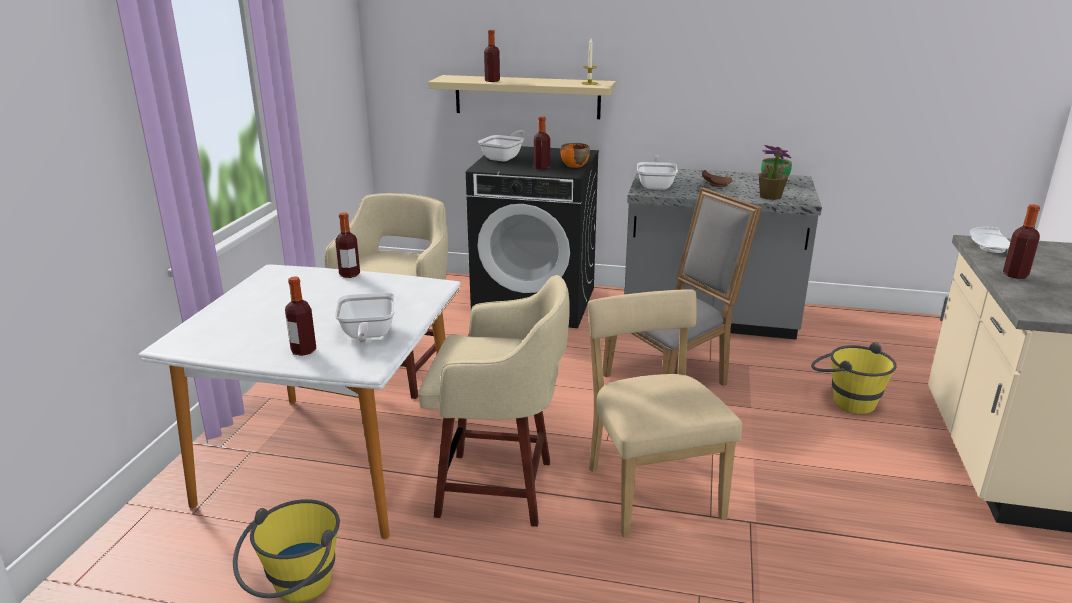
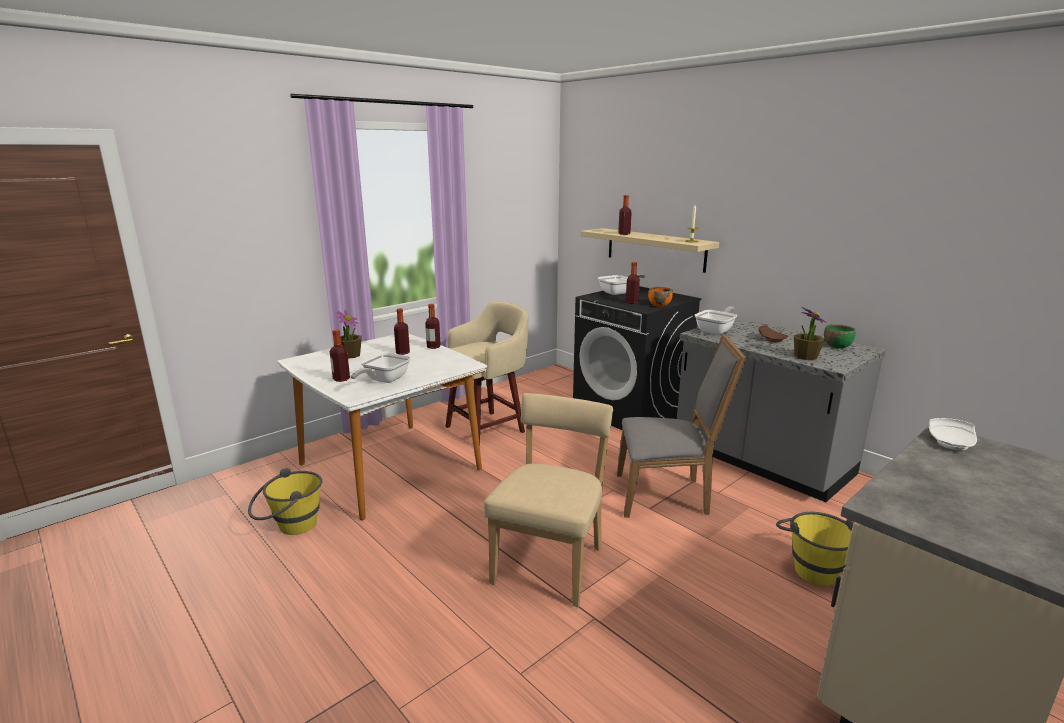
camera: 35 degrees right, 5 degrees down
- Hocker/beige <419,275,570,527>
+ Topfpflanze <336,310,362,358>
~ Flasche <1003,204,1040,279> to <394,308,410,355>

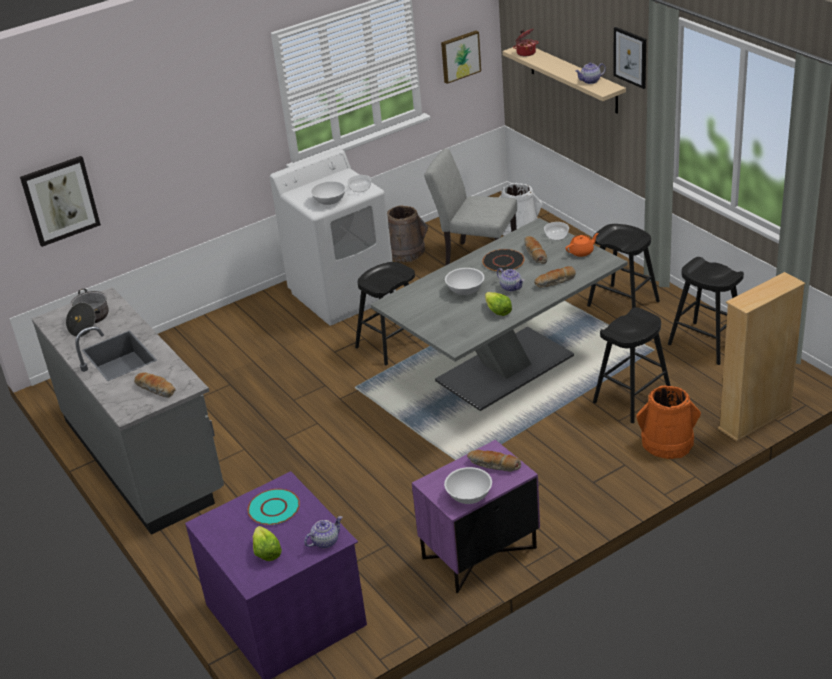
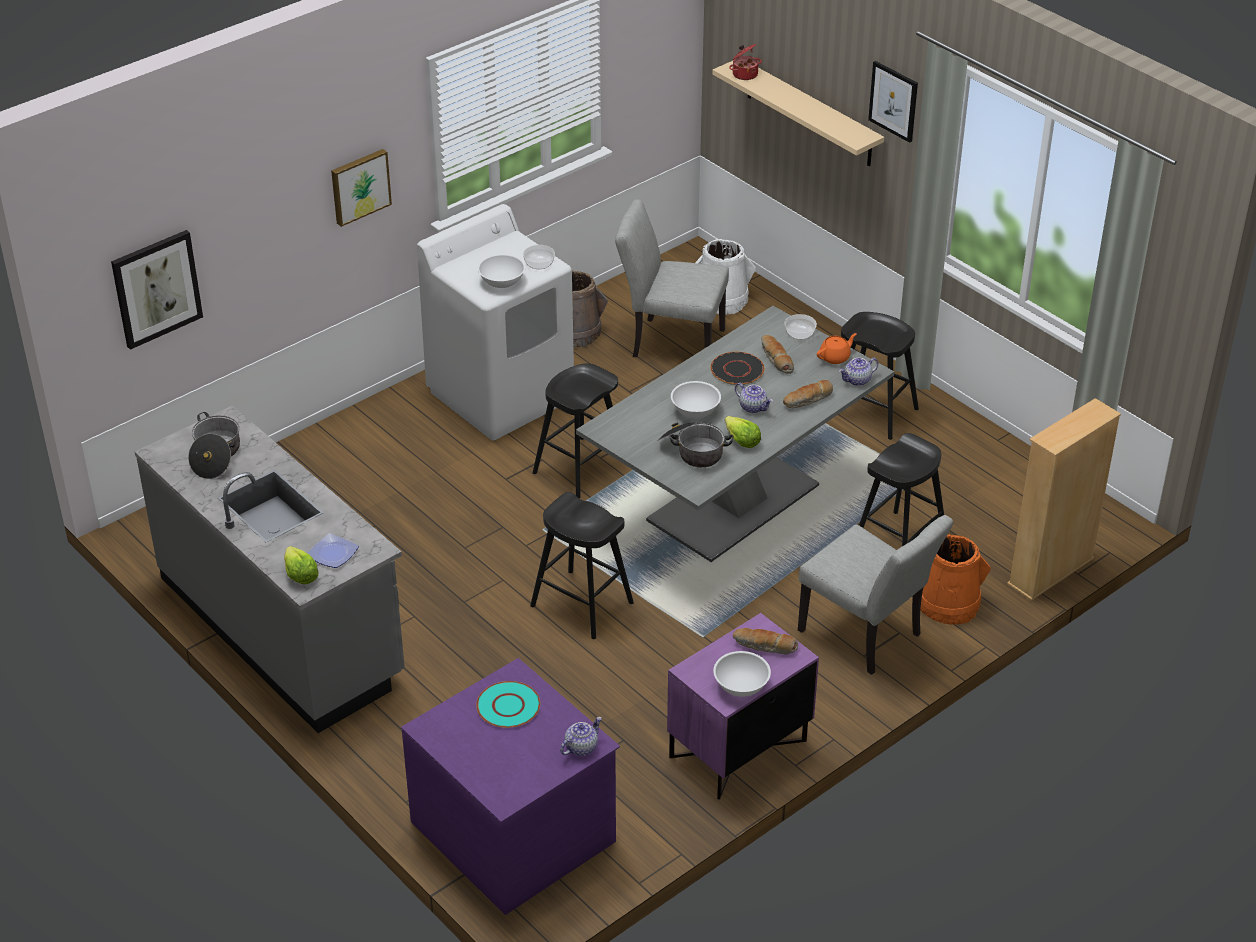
camera: 10 degrees left, 5 degrees up
+ Kochtopf <658,422,734,467>
+ Stuhl/grau <798,515,953,675>
~ Salatkopf <253,526,282,561> to <284,546,319,585>
~ Bild <441,31,481,84> to <331,149,392,227>
~ Teekanne <575,62,606,84> to <839,357,879,386>
~ Hocker/schwarz <668,257,744,365> to <530,492,634,639>
~ Brot <134,372,175,398> to Teller <308,533,359,568>

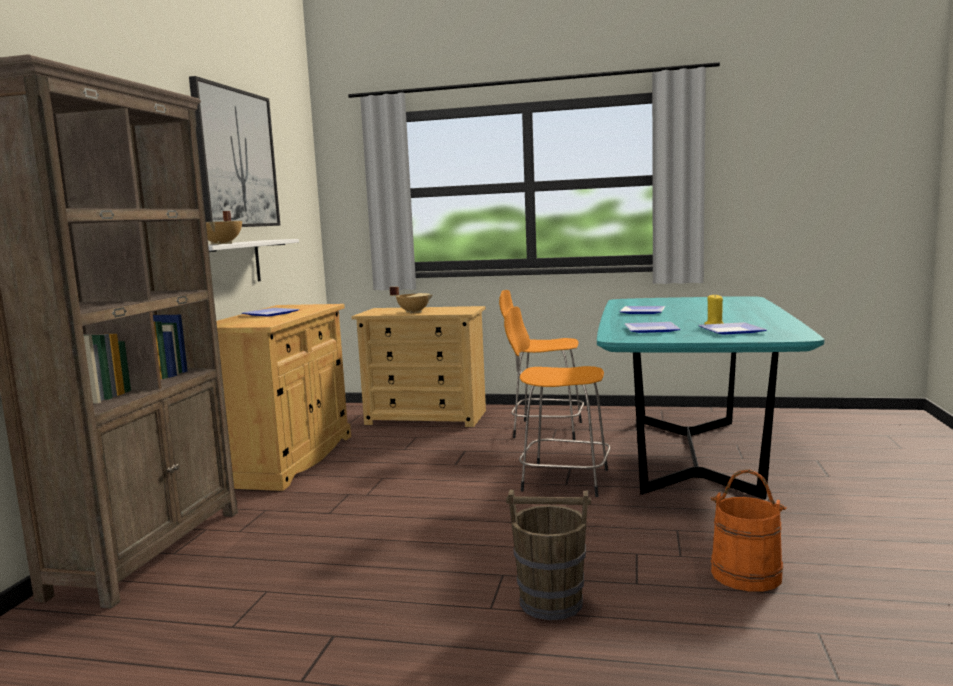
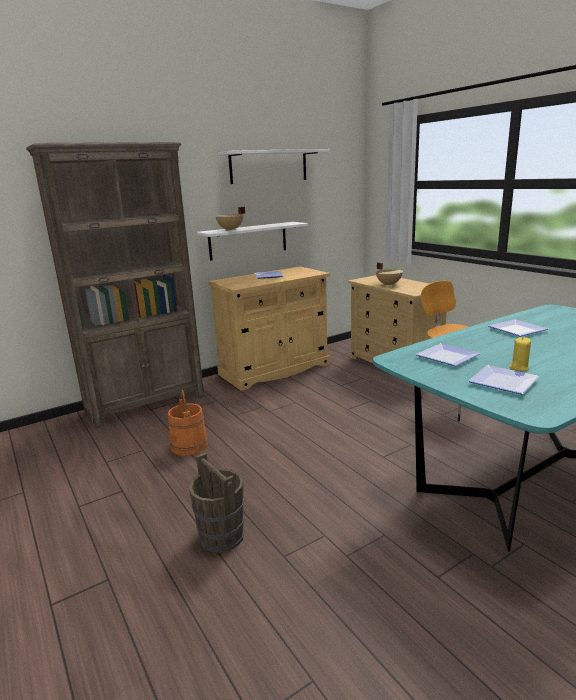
camera: 45 degrees right, 10 degrees up
- Hocker/orange <504,307,610,497>
~ Eimer/orange <711,469,787,592> to <168,389,208,456>
~ Bild <189,76,280,227> to Wandregal/weiß <218,149,330,184>

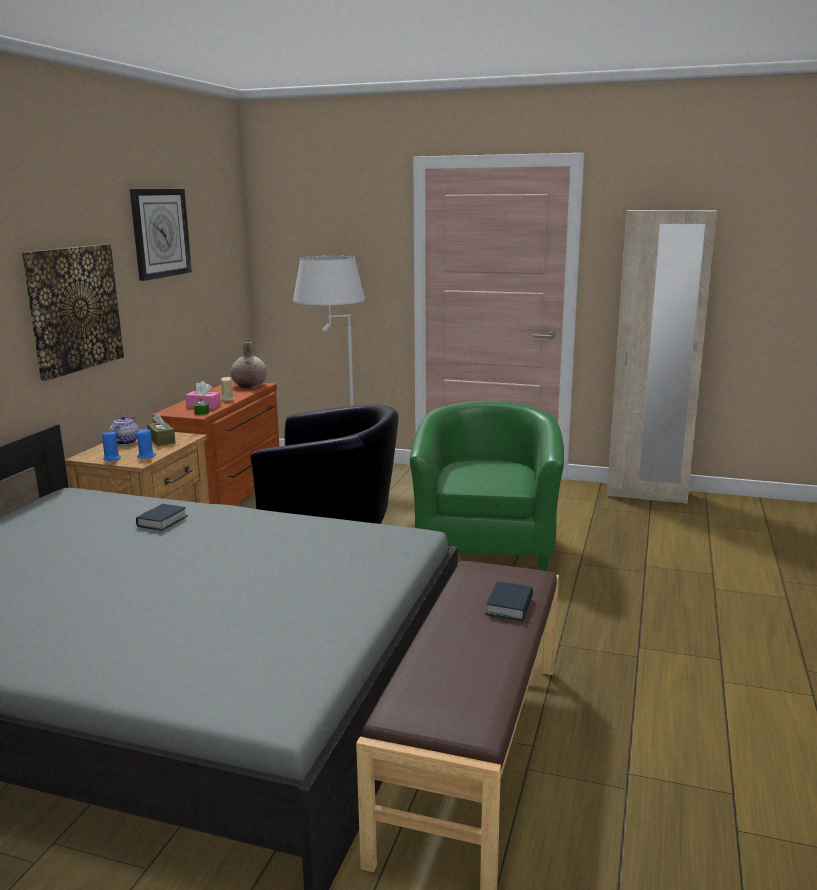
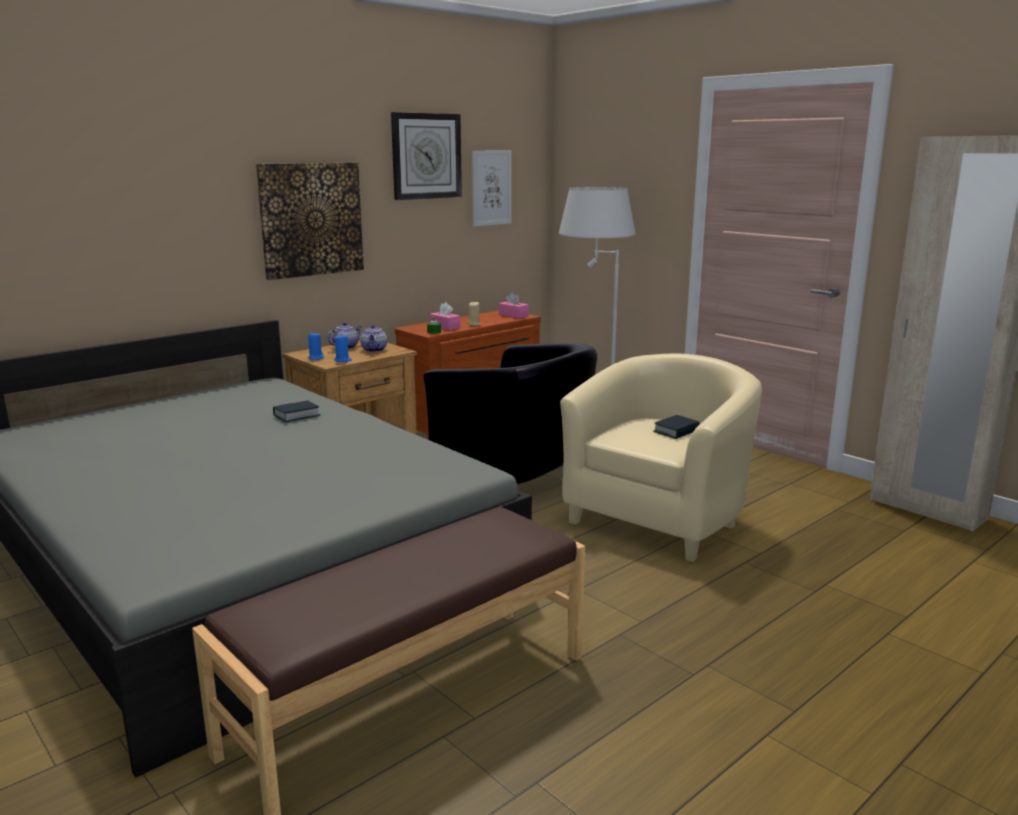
camera: 30 degrees right, 0 degrees up
+ Bild <472,151,512,227>
~ Buch <485,581,533,621> to <653,415,700,439>
~ Taschentuchbox/braun <147,413,176,446> to Teekanne <360,325,387,352>
~ Vase/beige <231,341,267,388> to Taschentuchbox/rosa <499,292,529,318>
~ Sessel/grün <410,401,564,571> to Sessel/beige <560,354,762,562>

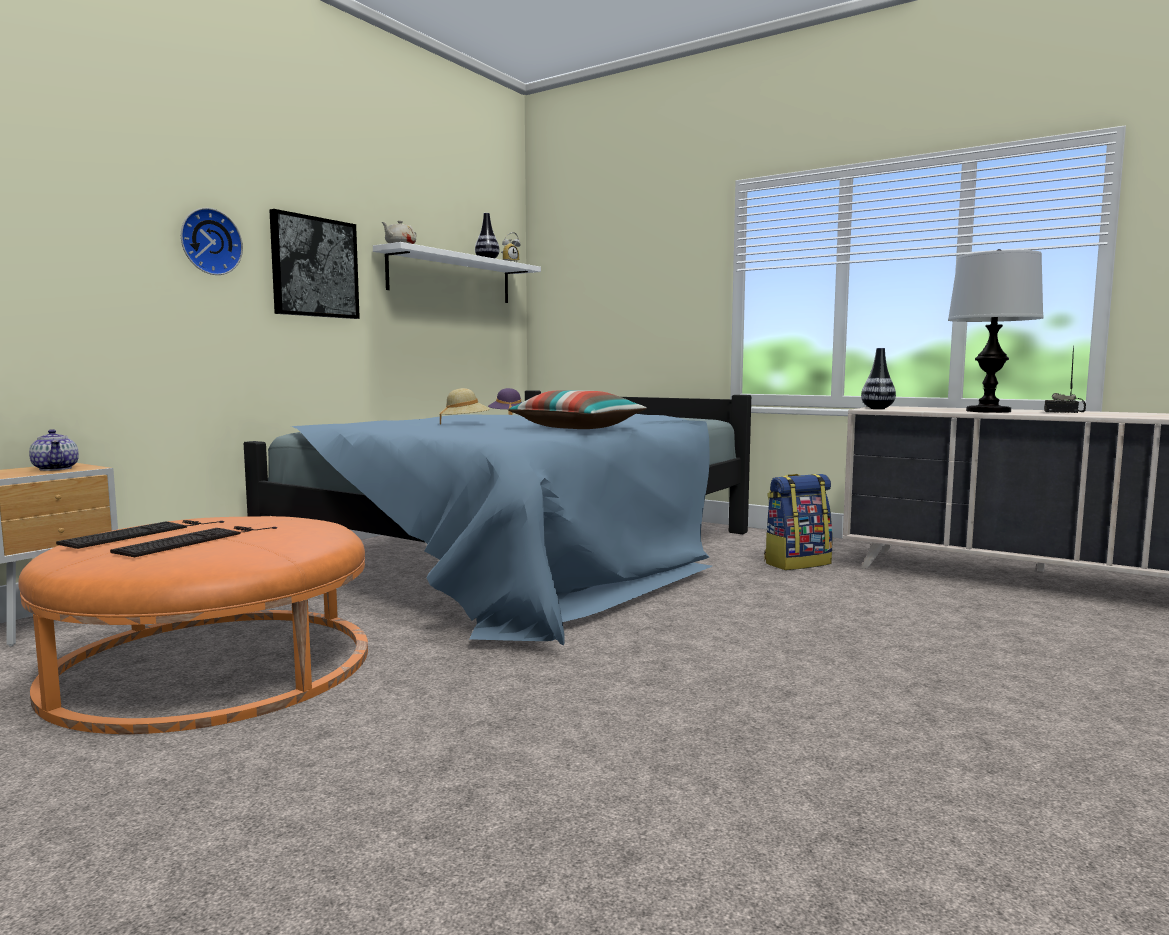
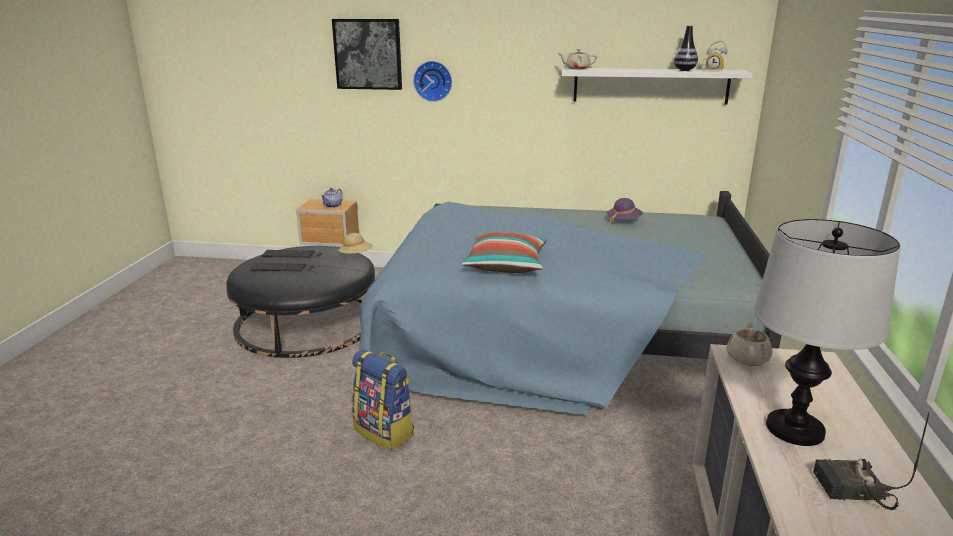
camera: 65 degrees right, 15 degrees up
~ Bild <269,209,360,319> to <332,19,402,90>
~ Hut/beige <439,388,490,425> to <338,233,373,254>
~ Rucksack <764,474,833,570> to <352,349,414,451>
~ Vase <861,348,896,409> to Teekanne/beige <726,320,772,366>
~ Polsterhocker/orange <18,516,368,734> to Polsterhocker/schwarz <226,246,375,358>

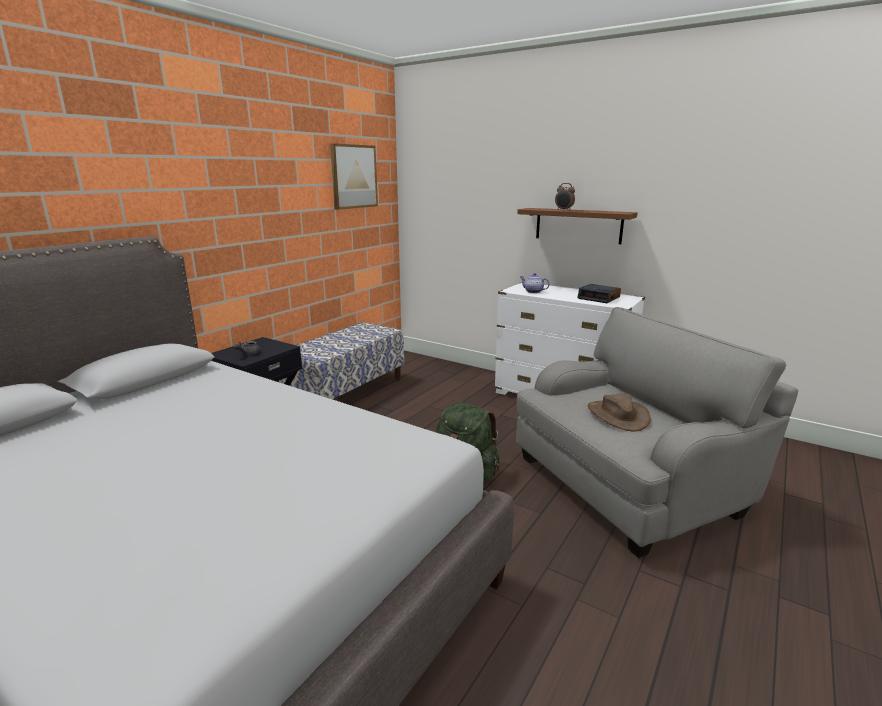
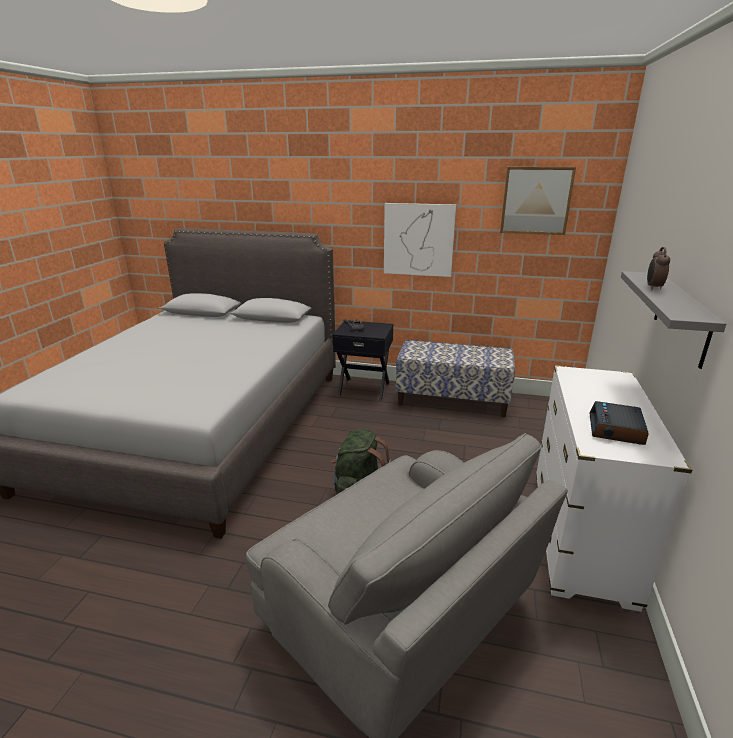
camera: 70 degrees right, 5 degrees up
- Teekanne <521,273,550,293>
- Hut/braun <588,394,651,432>
+ Bild <384,203,456,277>
~ Wandregal/braun <517,208,637,244> to Wandregal/grau <621,271,726,369>

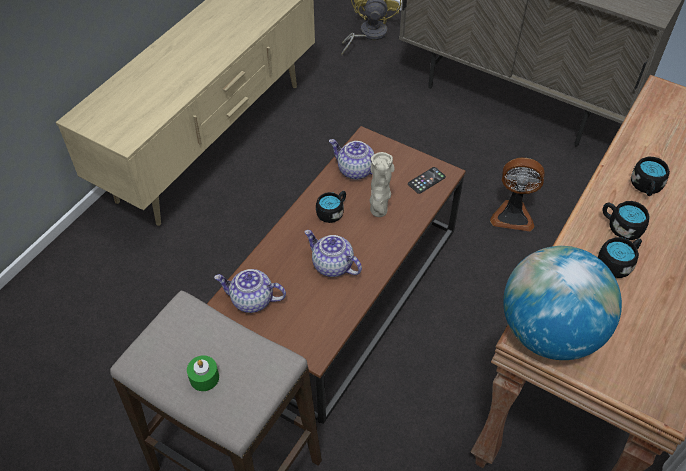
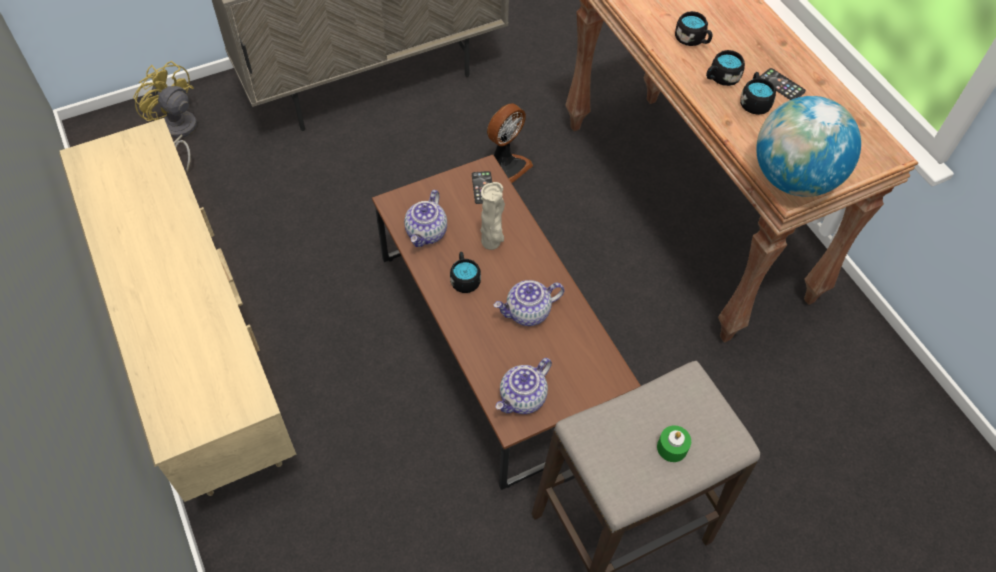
camera: 60 degrees left, 5 degrees up
+ Handy <759,68,806,100>
~ Teekanne <329,139,374,180> = <404,190,447,247> 45 degrees counterclockwise

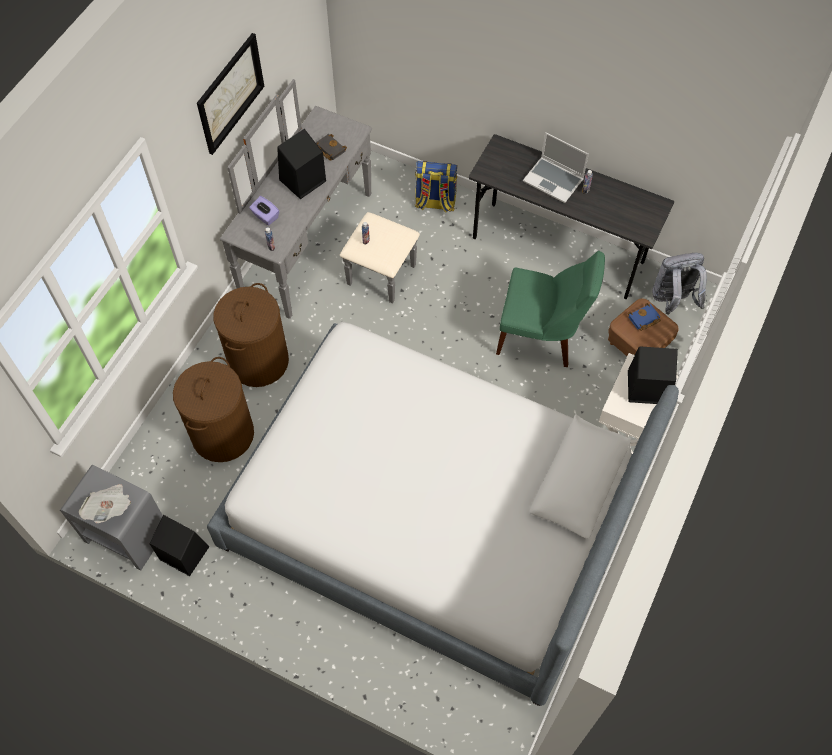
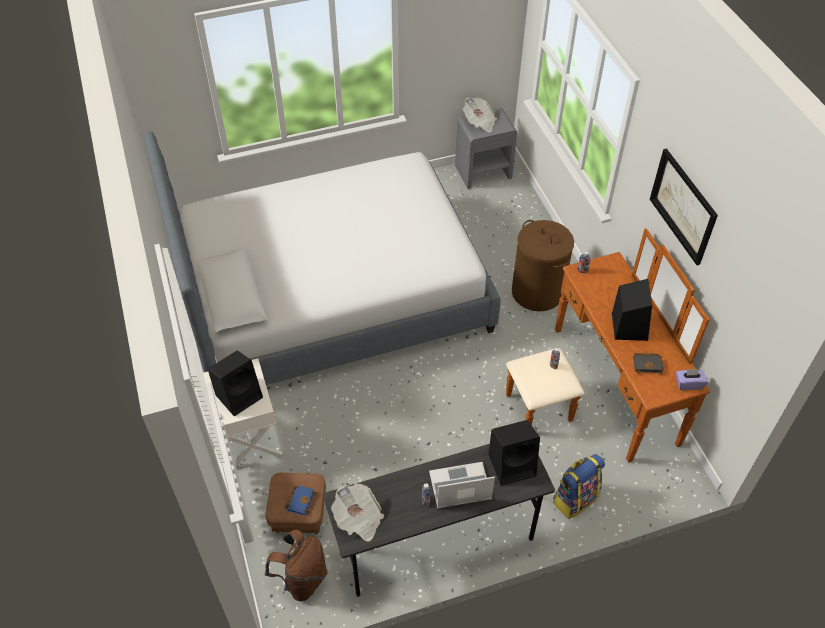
camera: 135 degrees right, 10 degrees down
- Wäschekorb/braun <173,357,254,462>
- Stuhl/grün <496,251,605,367>
+ Zeitung <331,484,384,542>
~ Lautsprecher/schwarz <149,515,210,576> to <488,420,540,486>
~ Taschentuchbox/lila <249,196,279,226> to <676,369,708,390>
~ Kommode/grau <220,79,420,319> to Kommode/braun <506,228,710,463>
~ Rucksack/grau <652,253,707,315> to Rucksack/braun <265,530,328,602>

